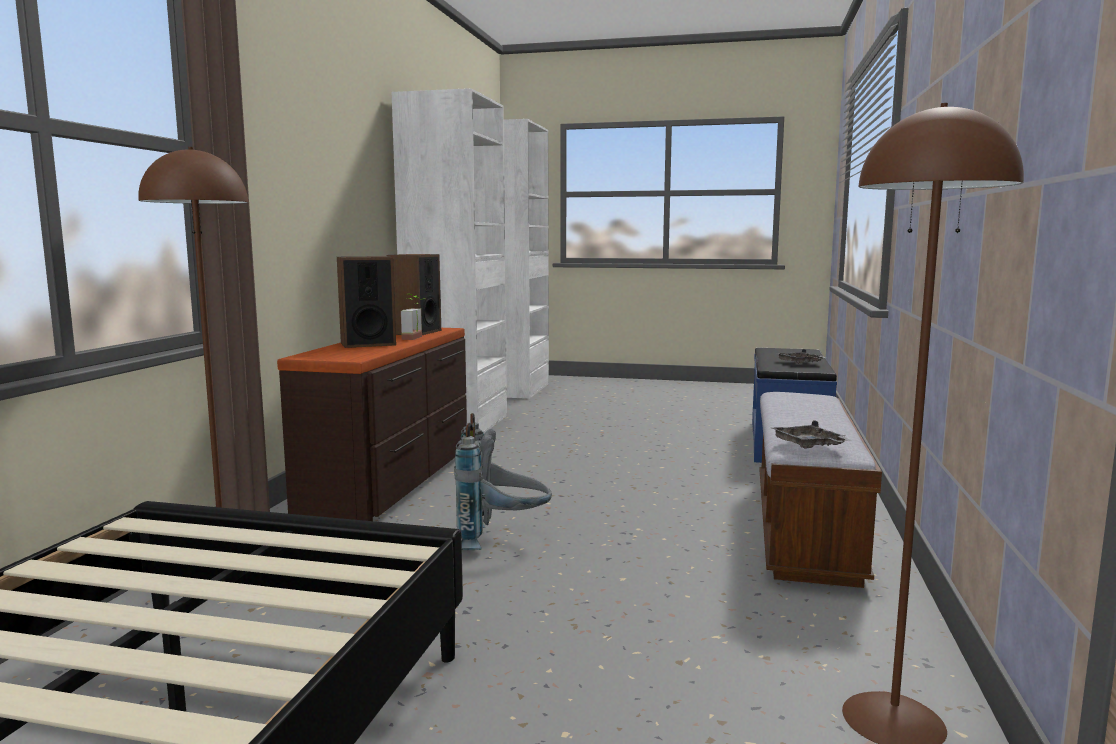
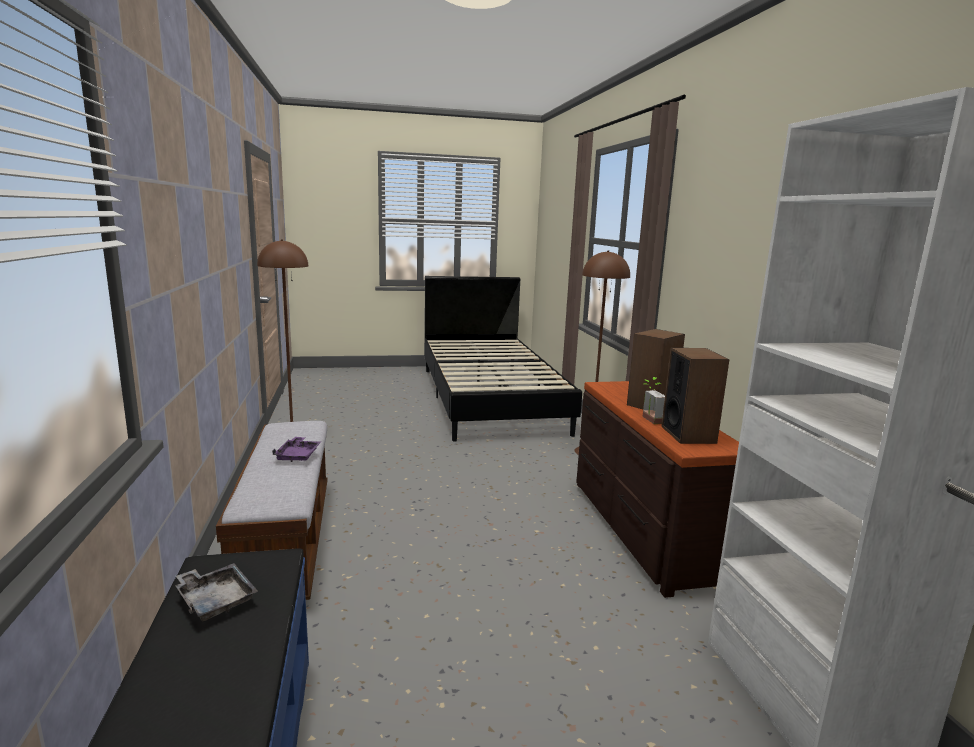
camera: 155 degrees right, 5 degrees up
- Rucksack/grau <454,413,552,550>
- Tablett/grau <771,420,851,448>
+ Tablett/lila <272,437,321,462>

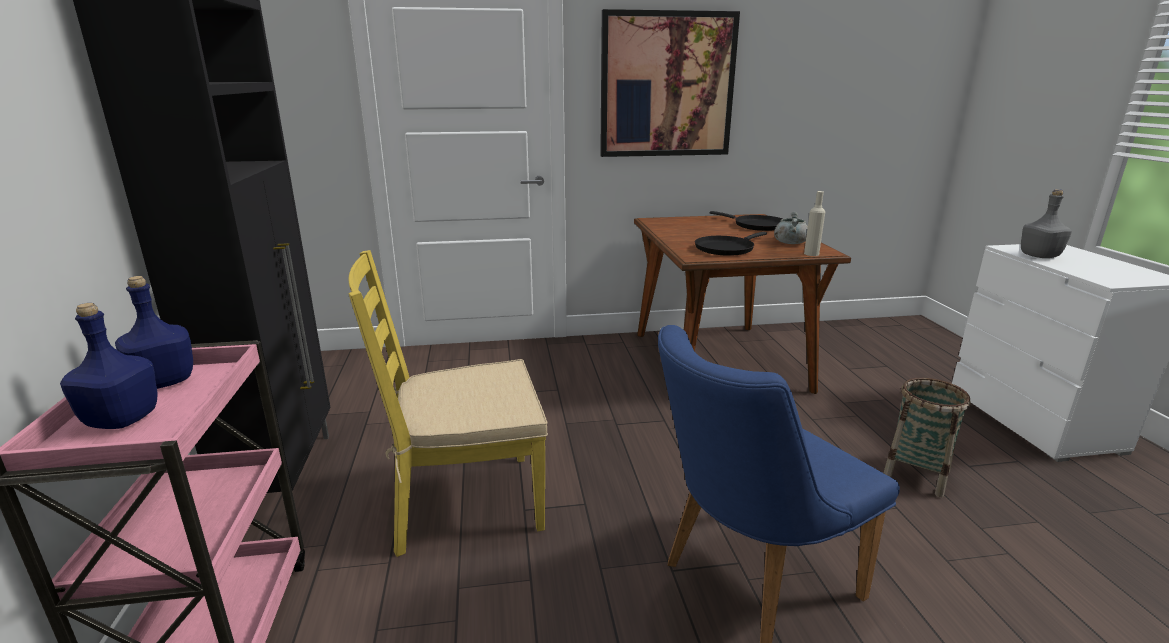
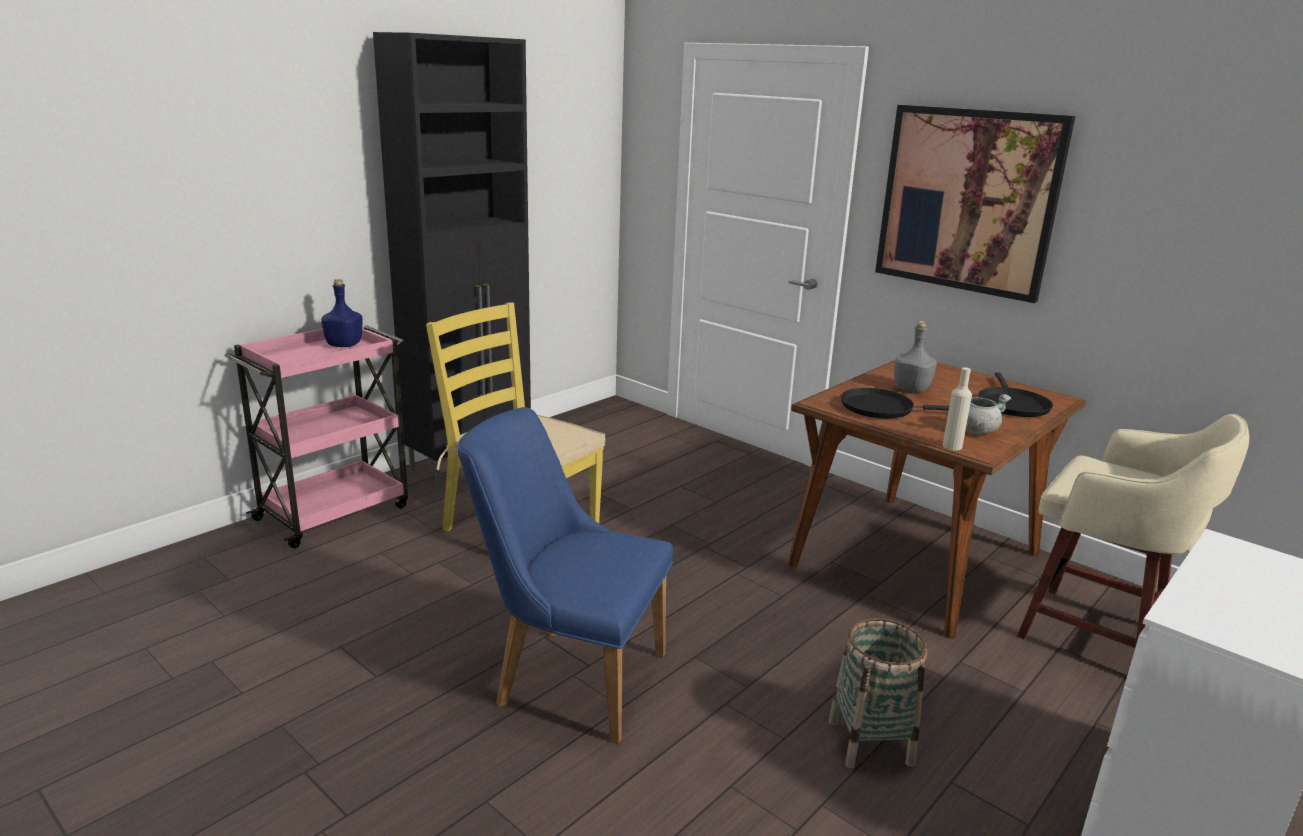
camera: 50 degrees right, 0 degrees up
- Flasche/blau <60,303,158,429>
+ Hocker/beige <1017,414,1249,648>
~ Flasche/grau <1021,189,1072,258> to <894,321,937,393>

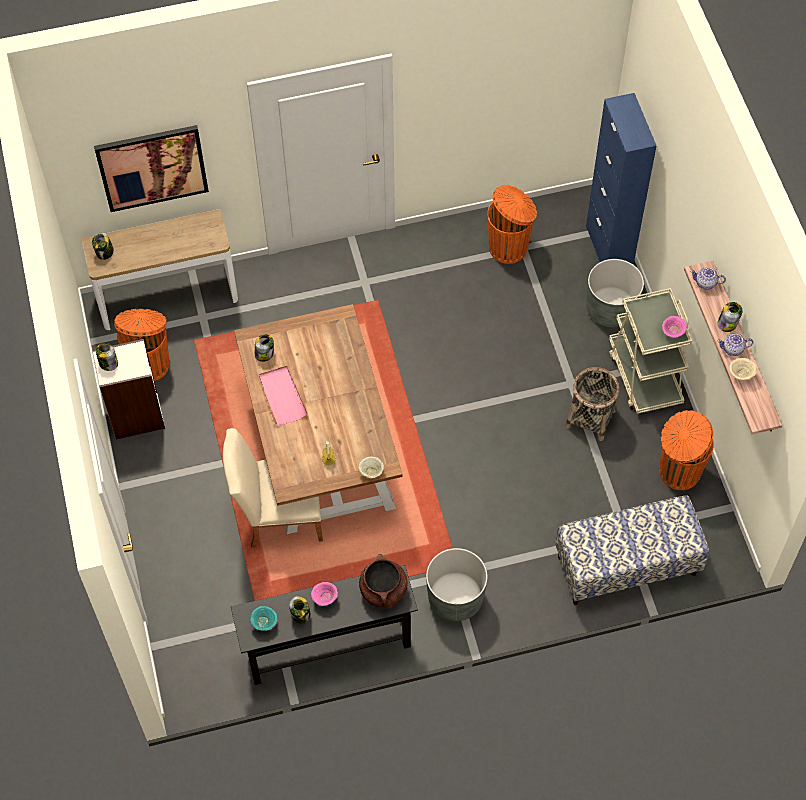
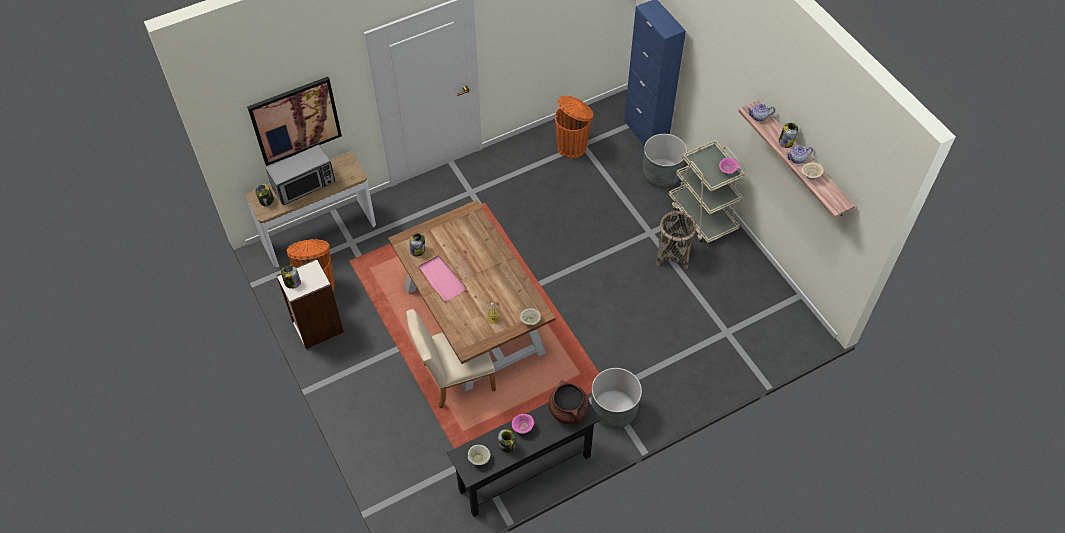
camera: 15 degrees left, 5 degrees down
- Bank <555,495,709,605>
- Mülleimer/orange <659,410,714,490>
+ Mikrowelle <266,145,335,205>
~ Schüssel/türkis <250,606,277,631> to Schüssel/beige <468,445,491,465>

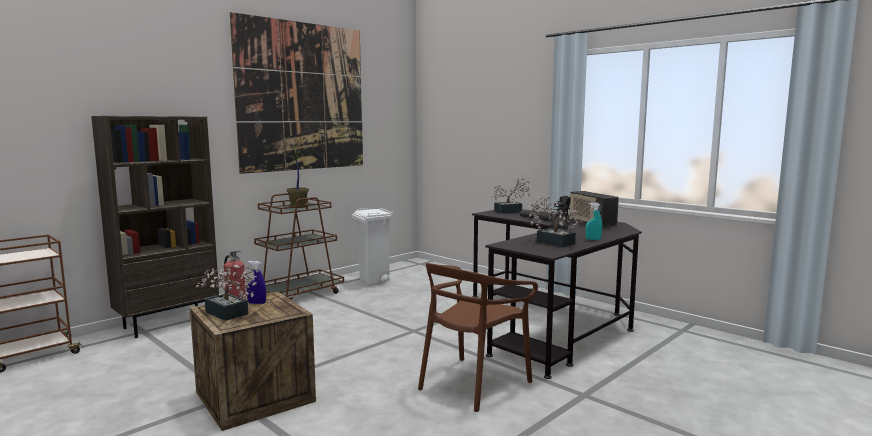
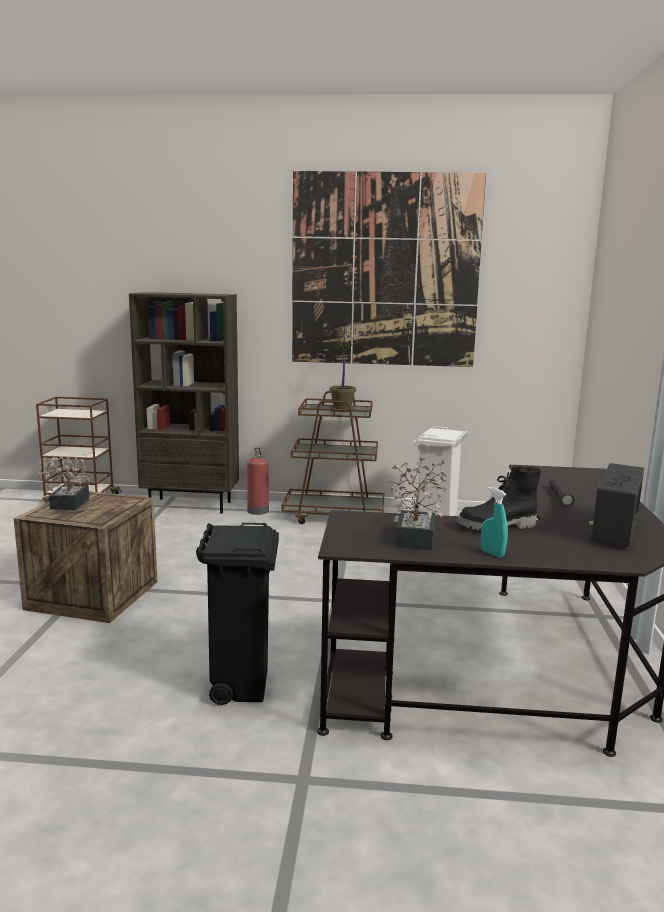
camera: 50 degrees right, 5 degrees up
- Sprühflasche/blau <246,261,266,304>
- Topfpflanze <490,178,530,214>
~ Stuhl/braun <418,263,538,412> to Mülleimer/schwarz <196,523,279,705>

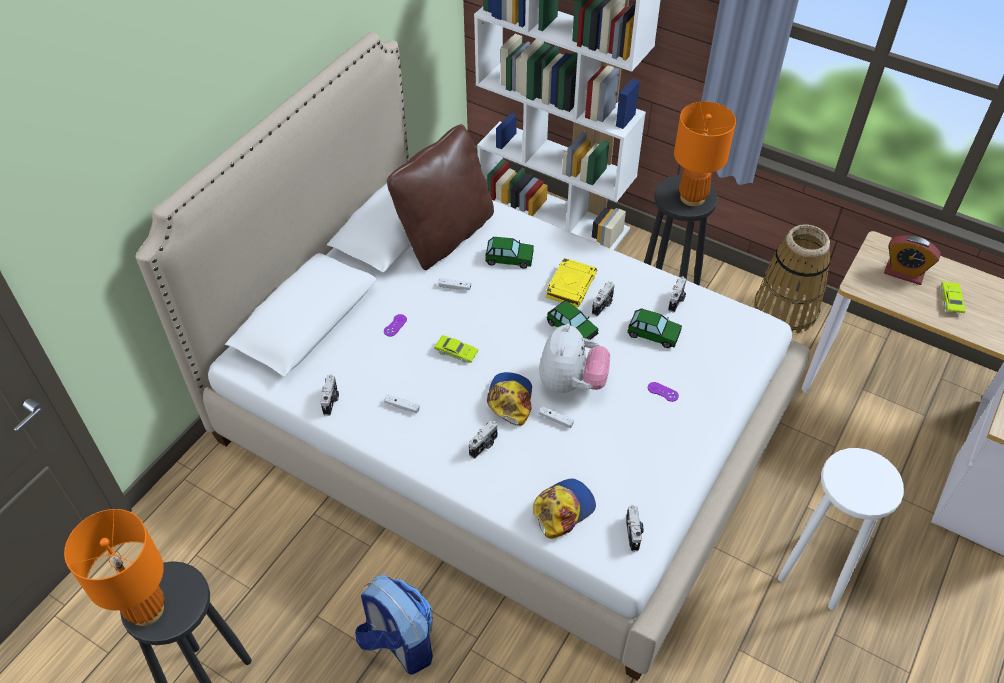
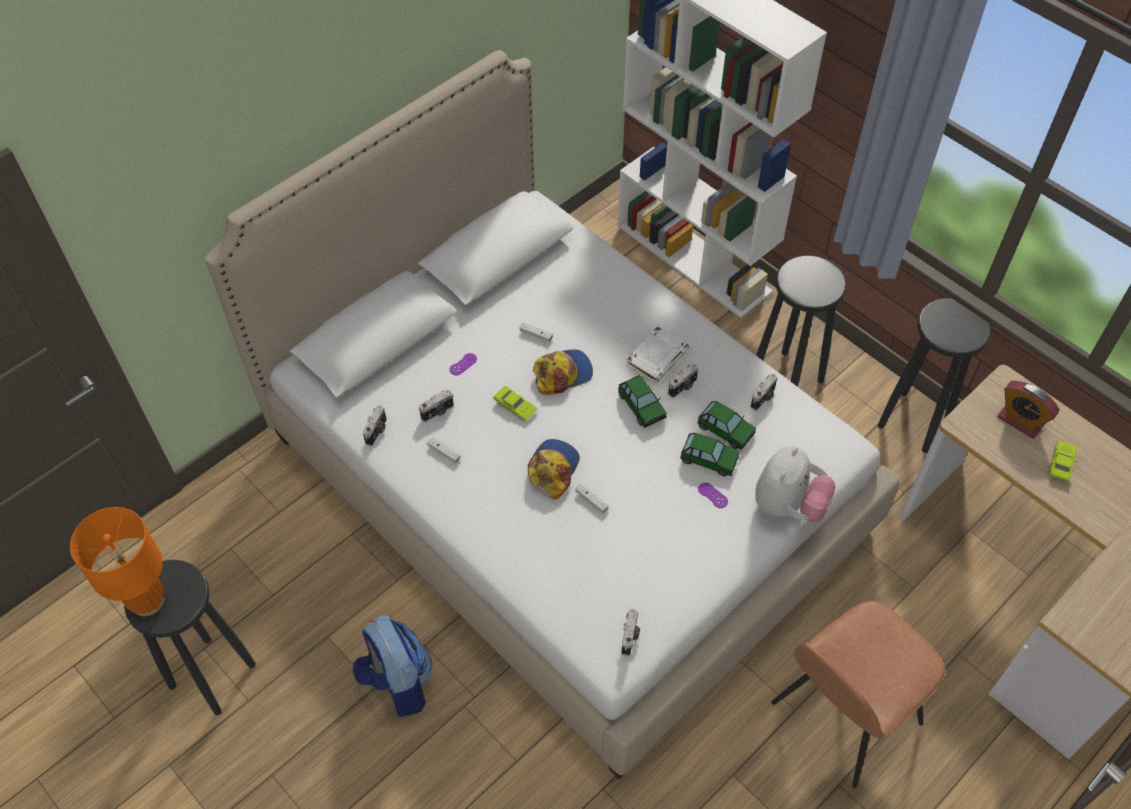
camera: 15 degrees right, 5 degrees up
- Kissen/braun <387,124,494,270>
- Tischlampe/orange <674,102,736,206>
~ Kamera <469,421,497,459> to <419,390,454,422>
~ Spielzeugauto <485,237,534,268> to <680,433,740,476>
~ Kappe <533,479,596,539> to <533,349,593,395>
~ Plüschtier <539,324,610,393> to <755,446,836,522>
~ Korb <754,224,830,334> to Hocker/schwarz <878,298,991,453>
~ Hocker/weiß <778,448,904,610> to Stuhl/braun <771,601,945,788>
~ Buch/gelb <545,258,597,307> to Buch/weiß <626,326,689,384>

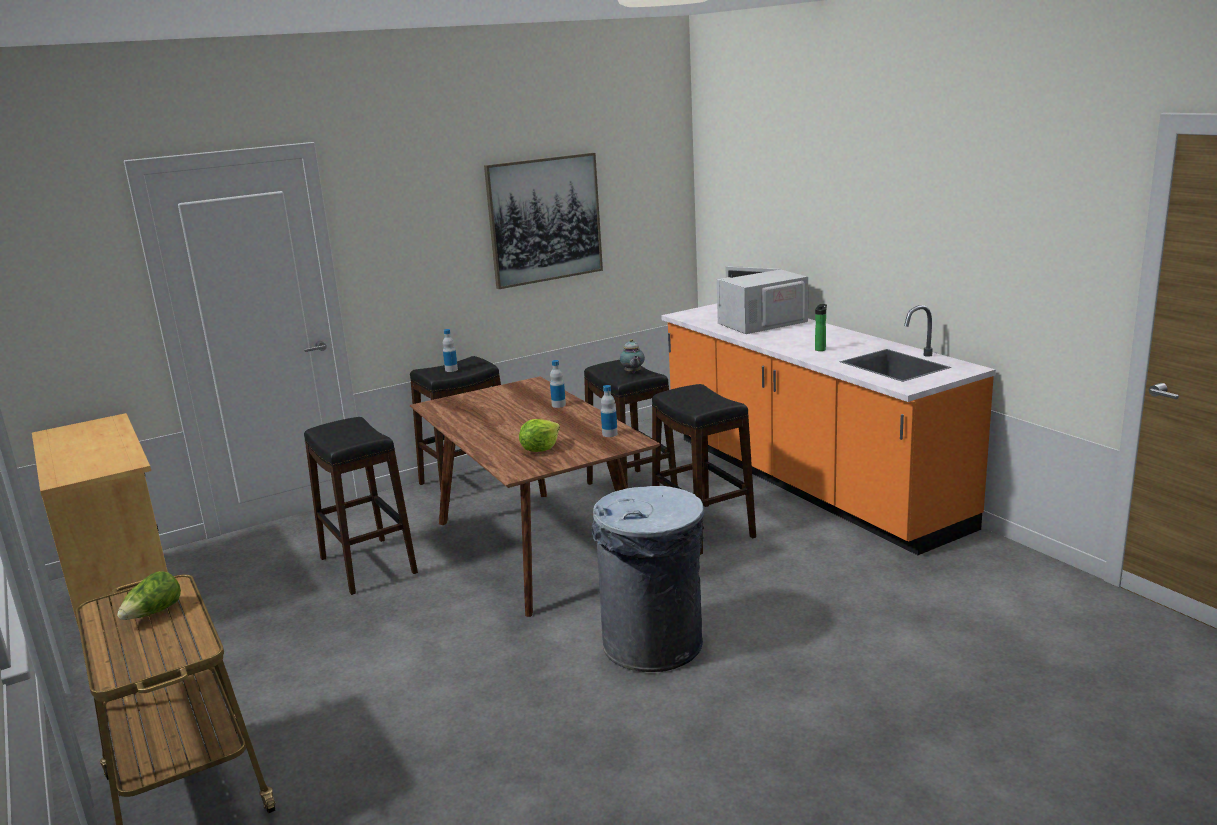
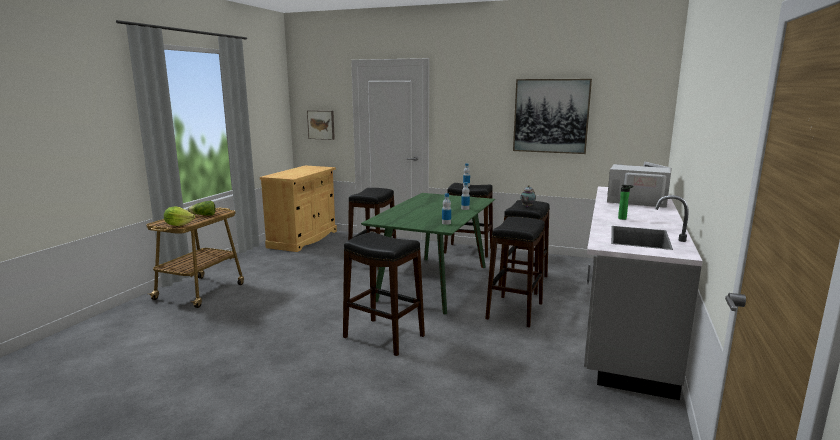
camera: 50 degrees right, 5 degrees down
+ Bild <307,110,335,140>
~ Salatkopf <519,419,560,452> to <164,206,195,226>
~ Mülleimer/grau <591,486,704,672> to Hocker/schwarz <343,232,425,356>
~ Esstisch/braun <410,376,660,617> to Esstisch/grün <361,193,495,315>
~ Küchenzeile/orange <661,304,996,555> to Küchenzeile/grau <584,186,703,400>

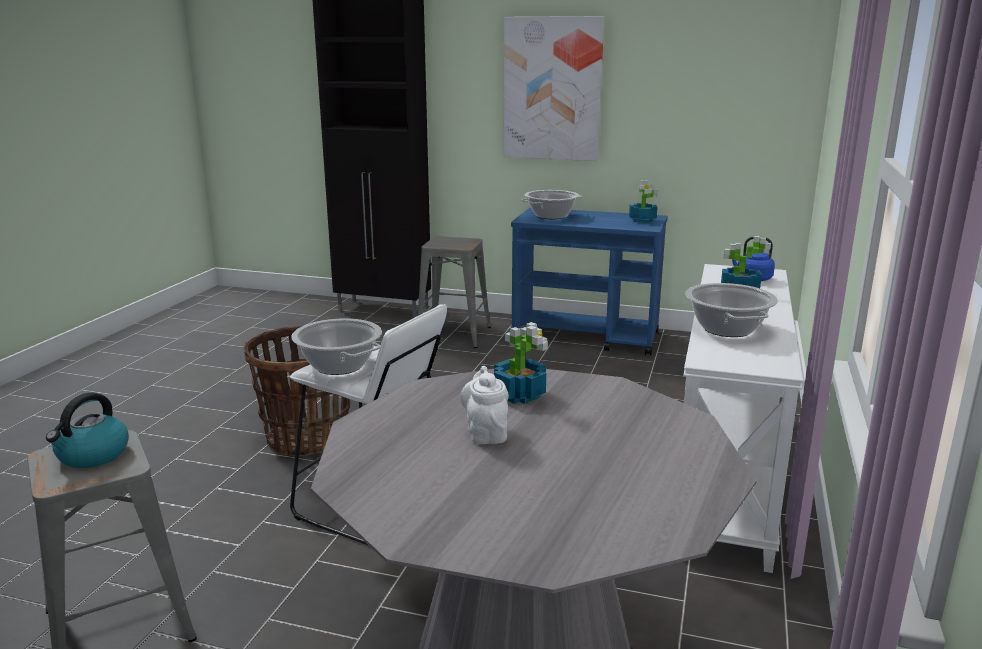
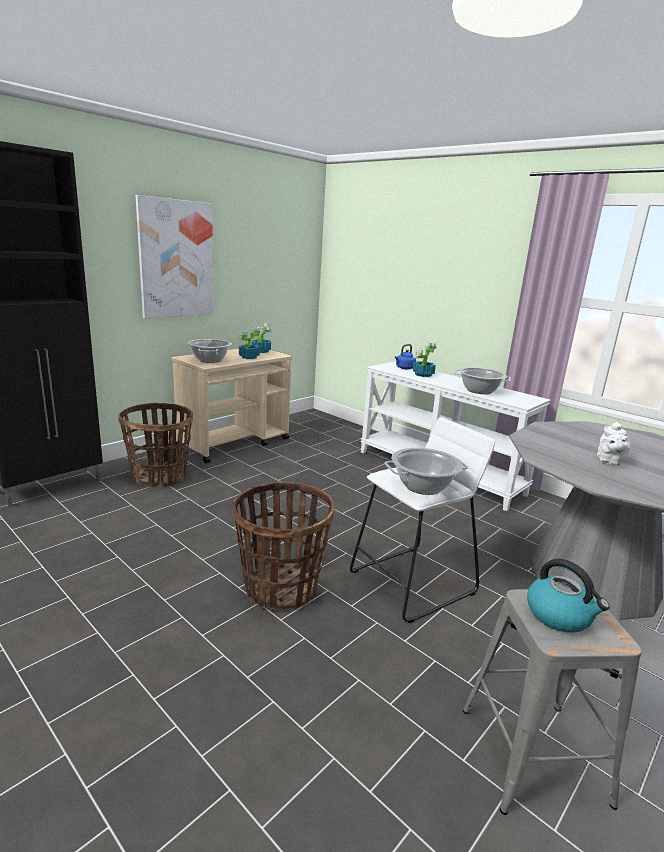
camera: 65 degrees left, 0 degrees up
~ Topfpflanze <494,322,548,404> to <238,327,263,359>
~ Hocker/grau <418,236,491,348> to Korb <118,403,193,488>
~ Rollwagen/blau <511,207,668,356> to Rollwagen/beige <172,349,293,463>
~ Teekanne/weiß <460,366,509,444> = <597,421,631,466> 90 degrees counterclockwise

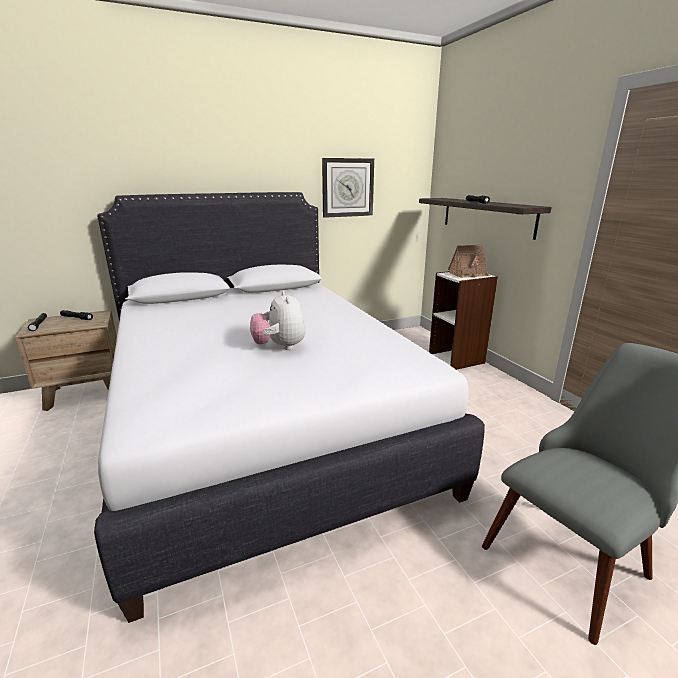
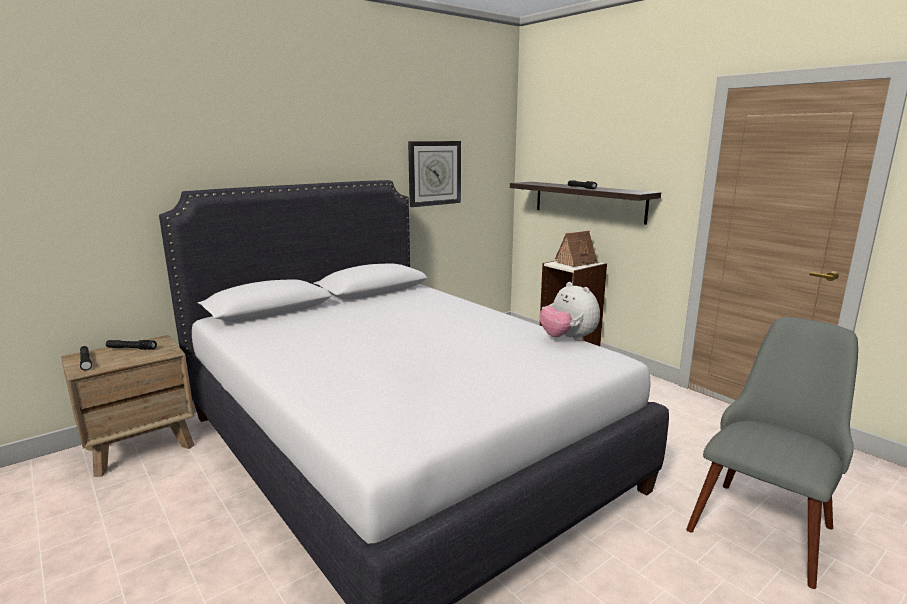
camera: 15 degrees left, 5 degrees down
~ Plüschtier <250,291,306,350> to <539,282,600,341>

